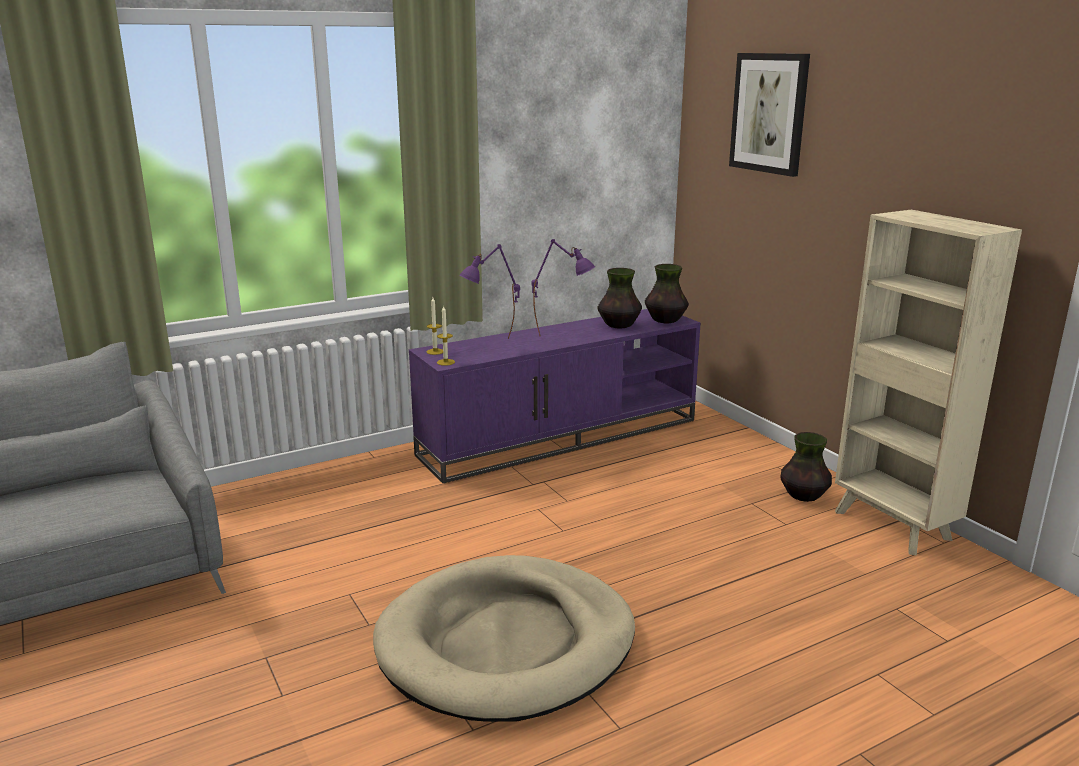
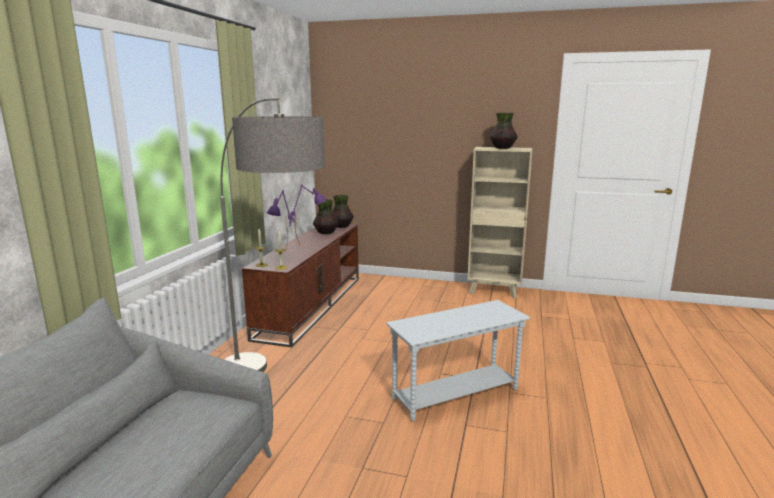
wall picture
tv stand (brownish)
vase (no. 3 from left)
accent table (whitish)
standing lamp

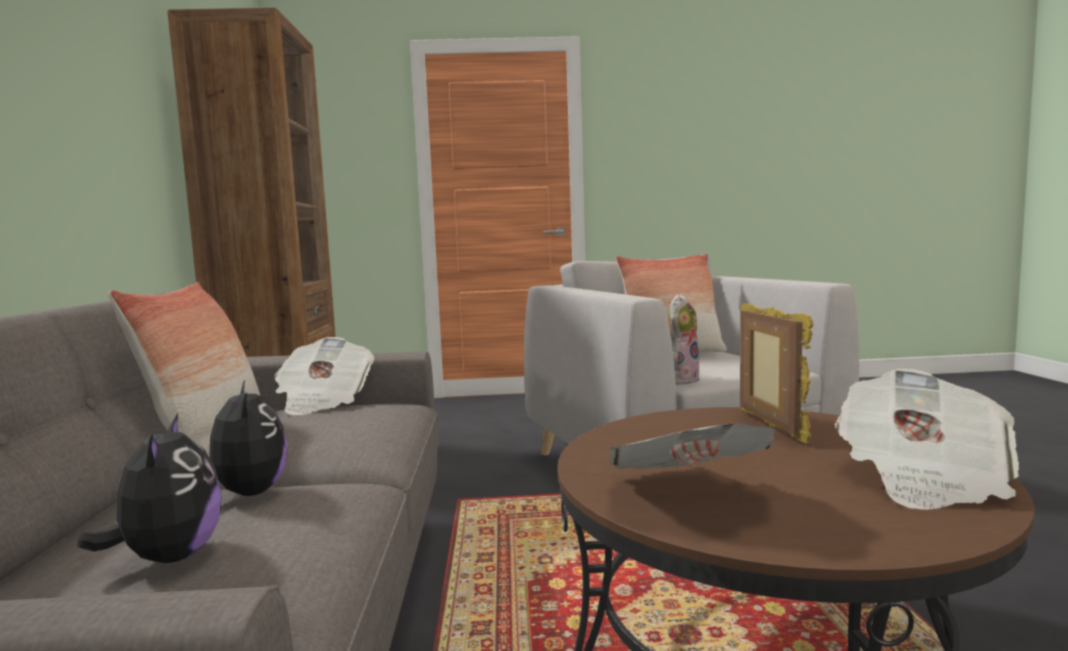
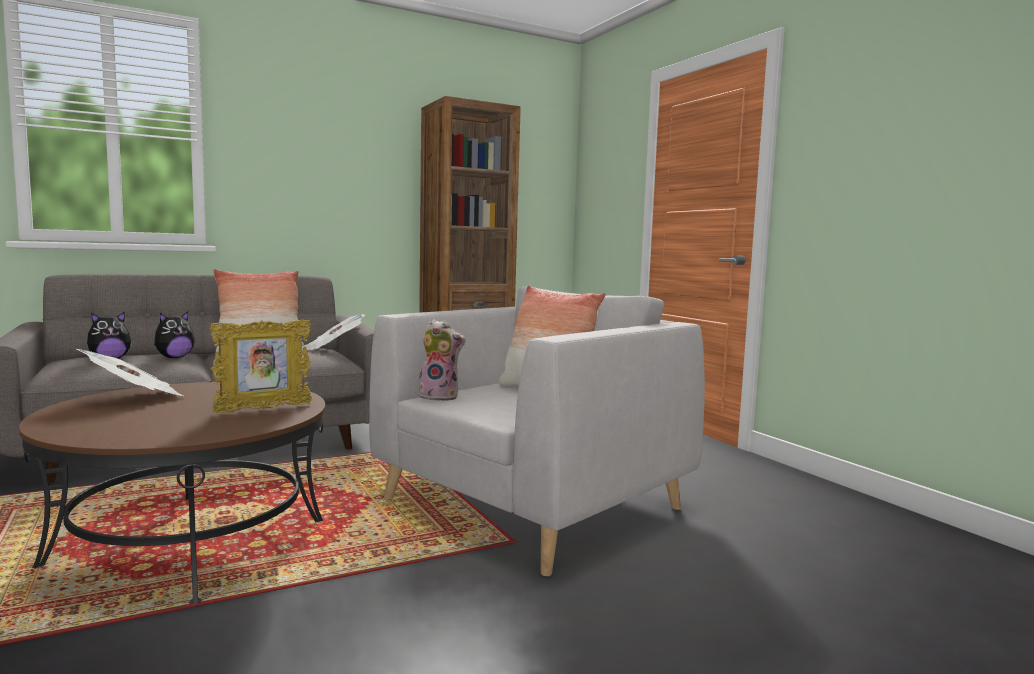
printed paper (no. 3 from left in the first image)

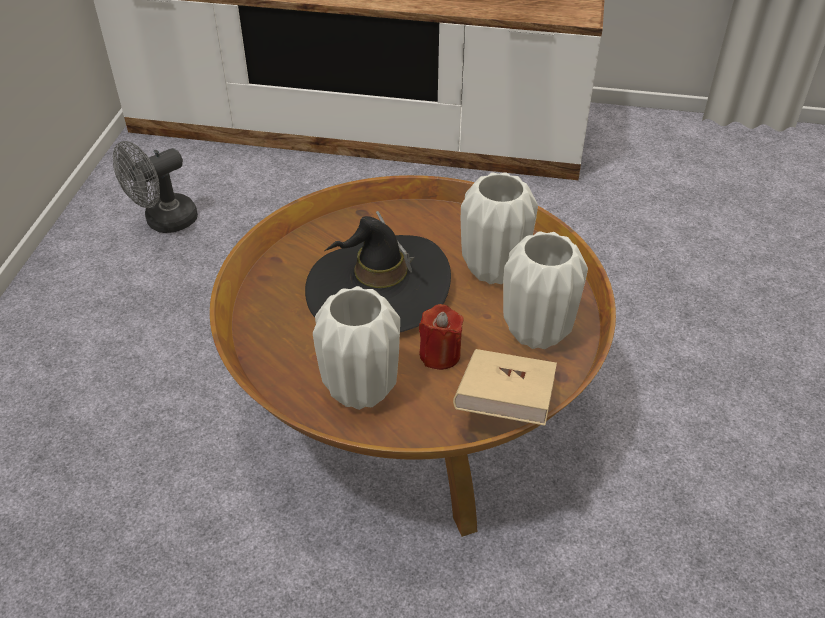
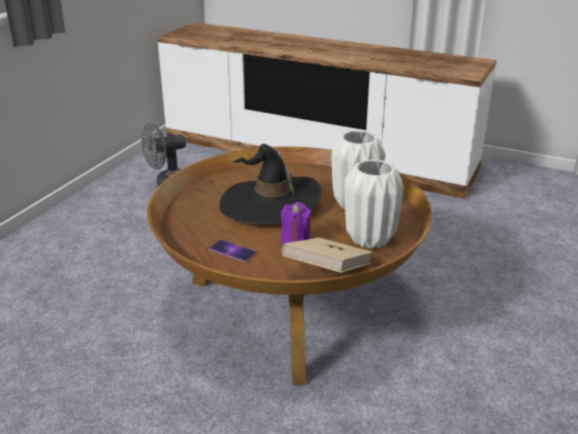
handset
candle (purple-coloured)

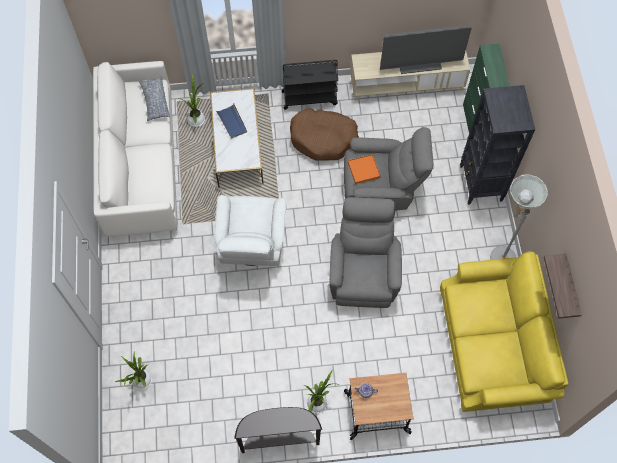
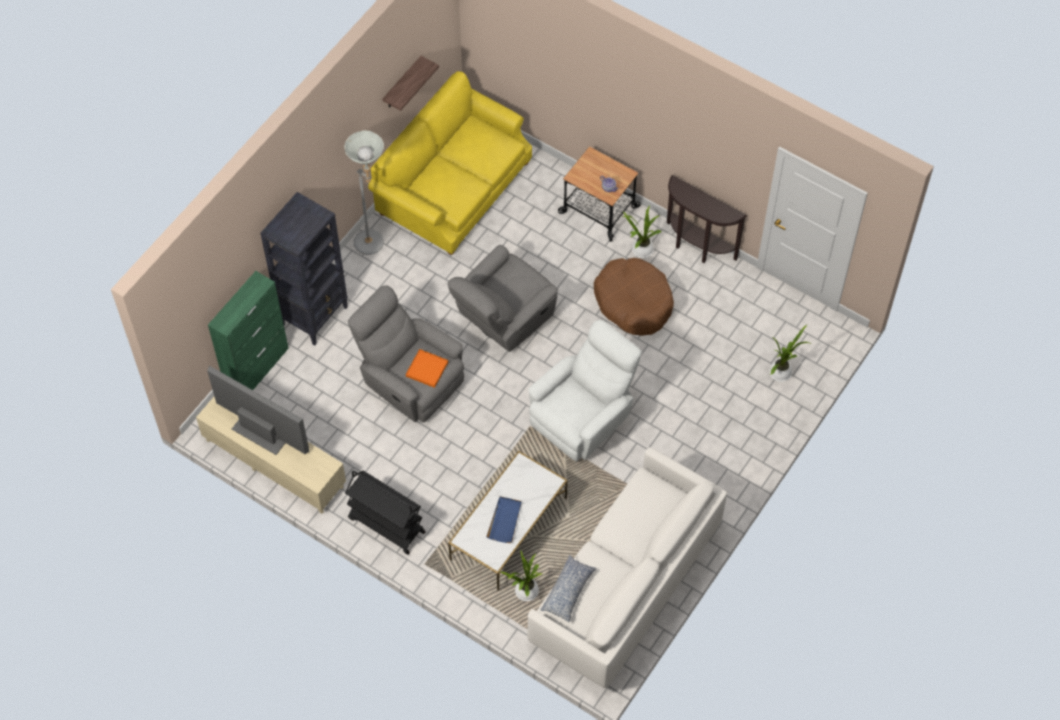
dog bed (brownish)

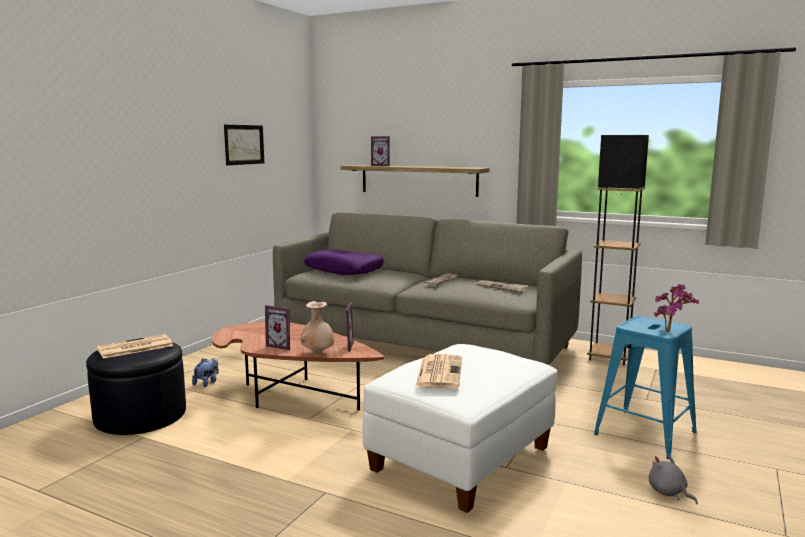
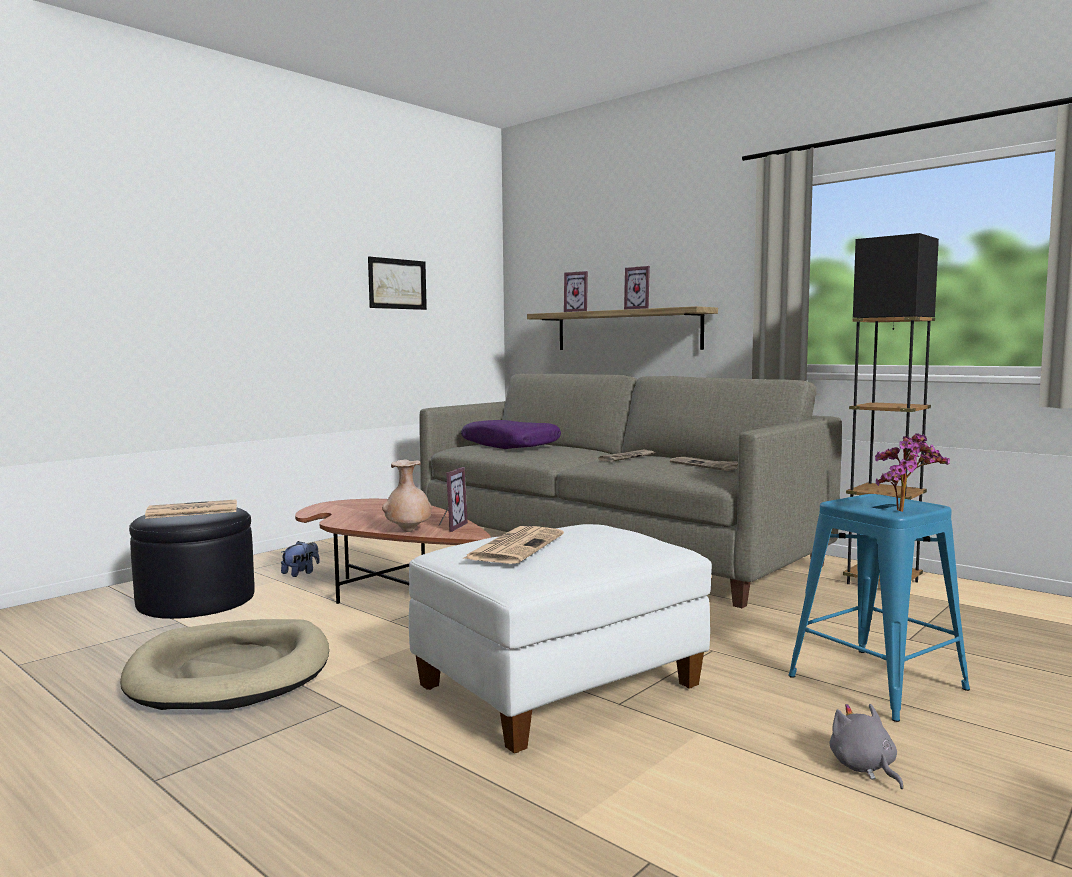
picture frame (no. 3 from left)
dog bed (beige-coloured)

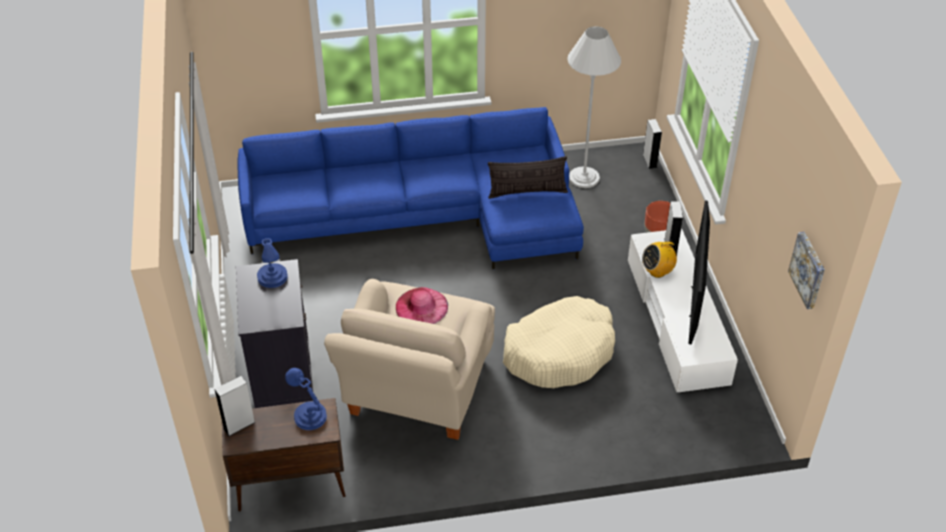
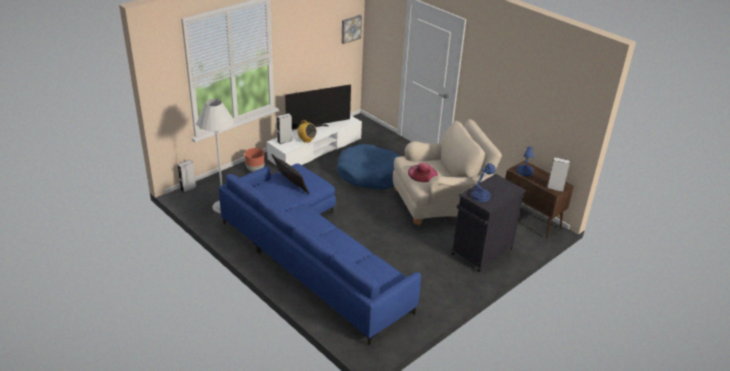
dog bed (blue-coloured)

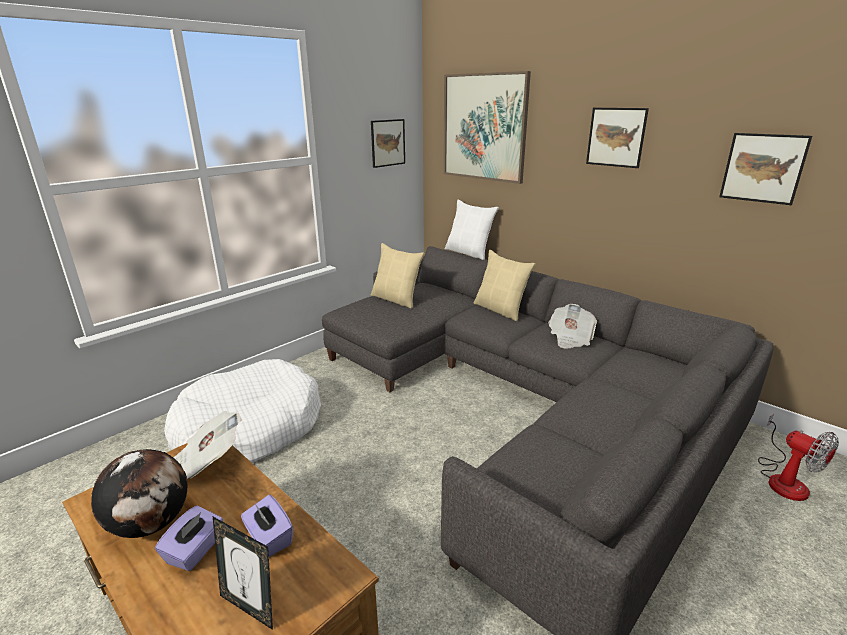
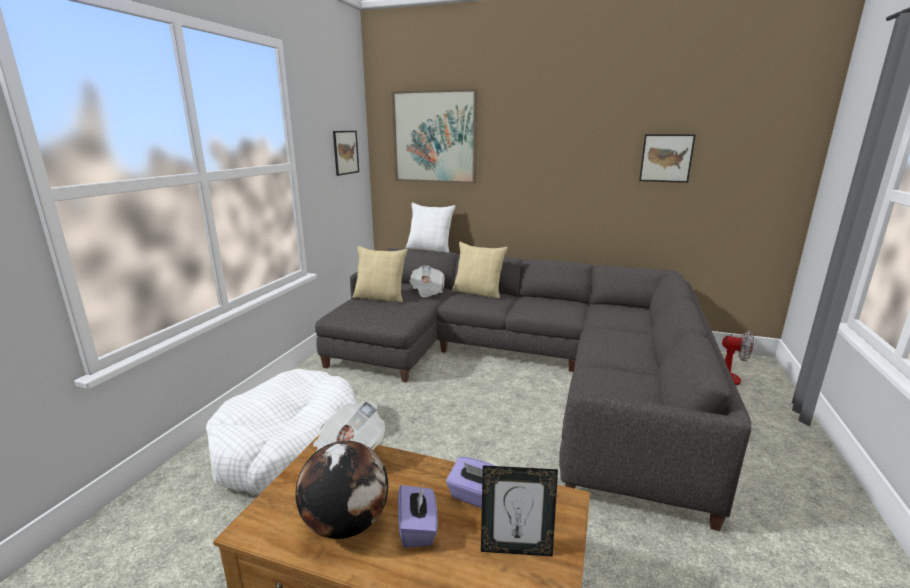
wall picture (no. 3 from left in the first image)
printed paper (no. 2 from left)

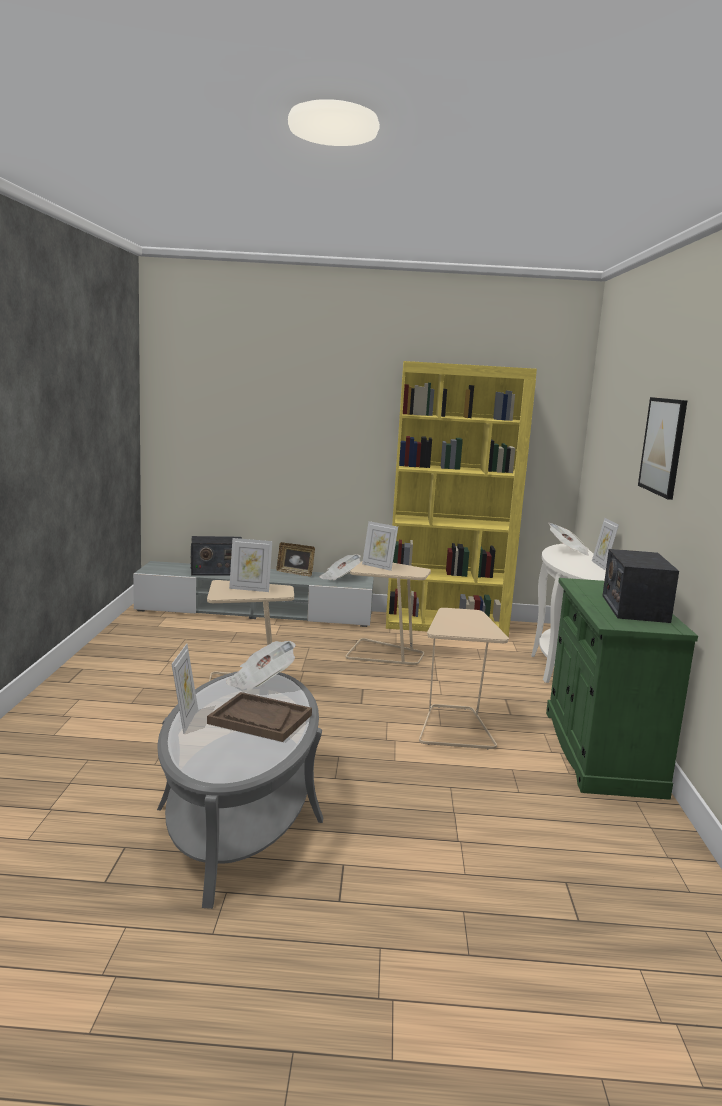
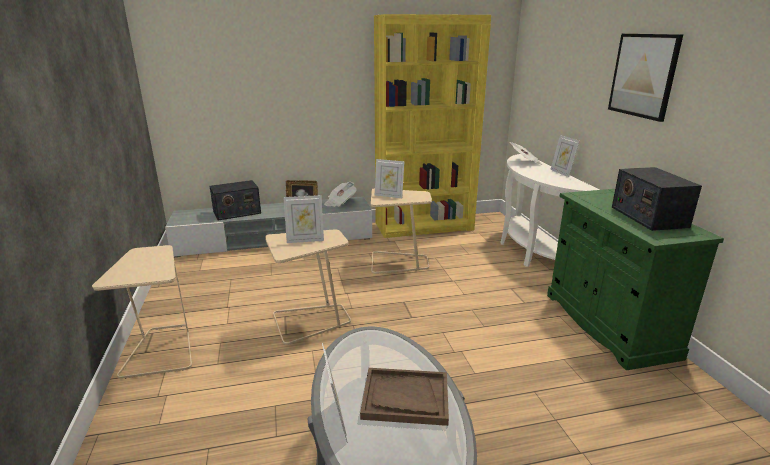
accent table (beige-coloured) (no. 1 from left)
printed paper (no. 1 from left in the first image)

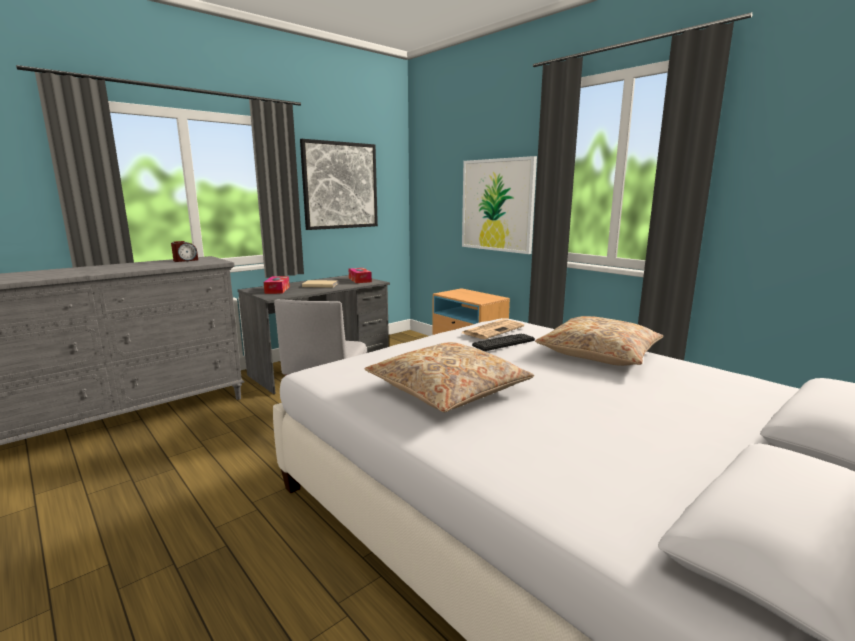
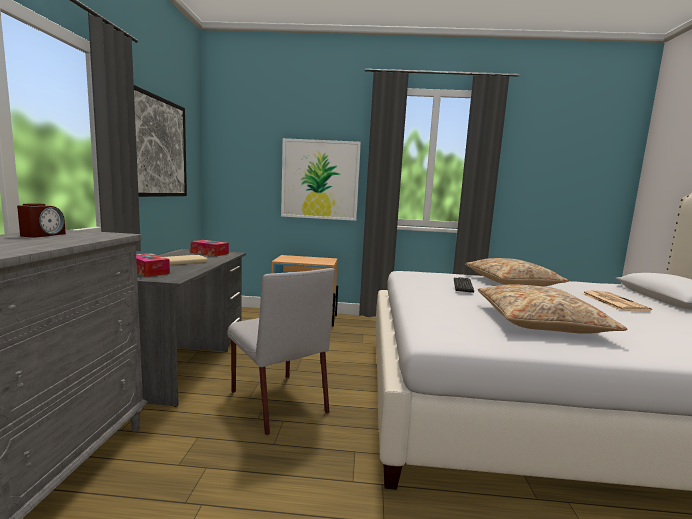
printed paper

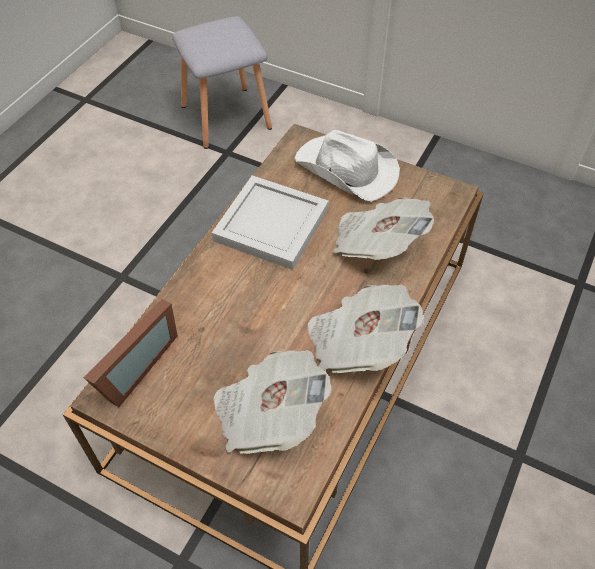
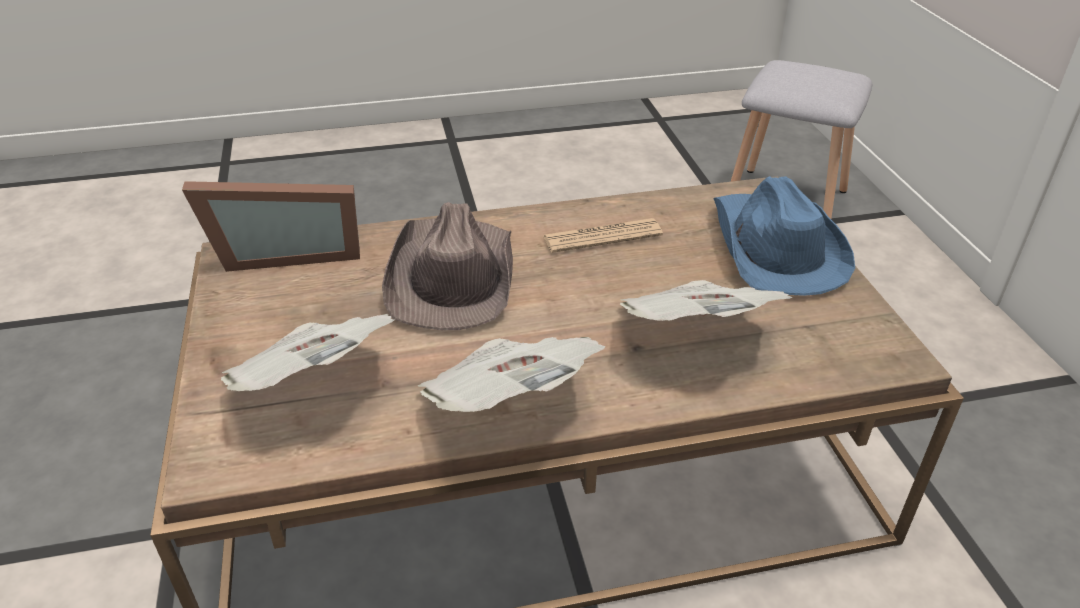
hat (blue-coloured)
printed paper (no. 3 from left)
hat (brownish)

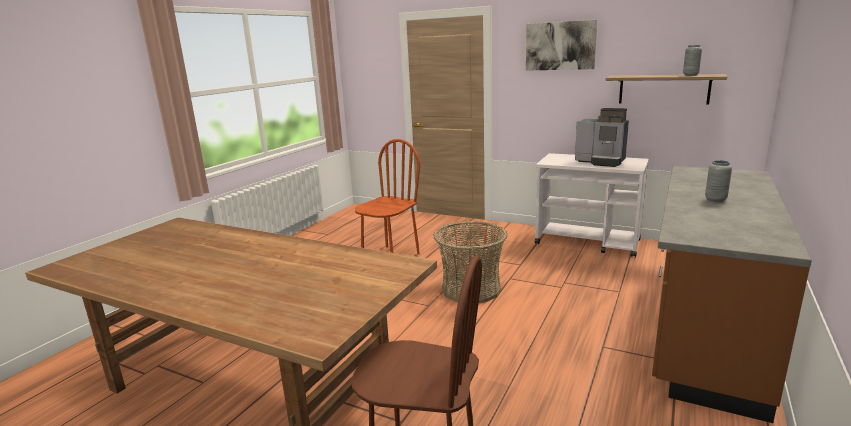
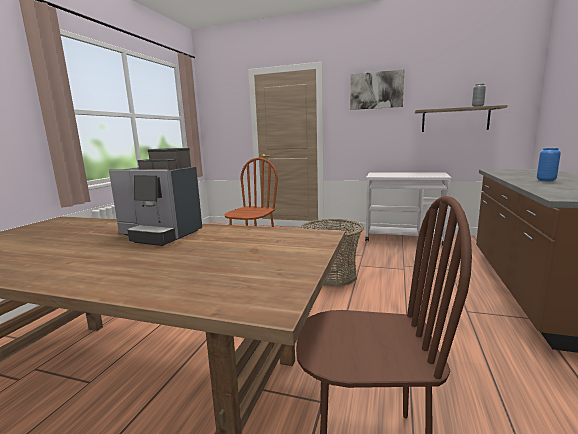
coffee brewer
vase (blue-coloured)

